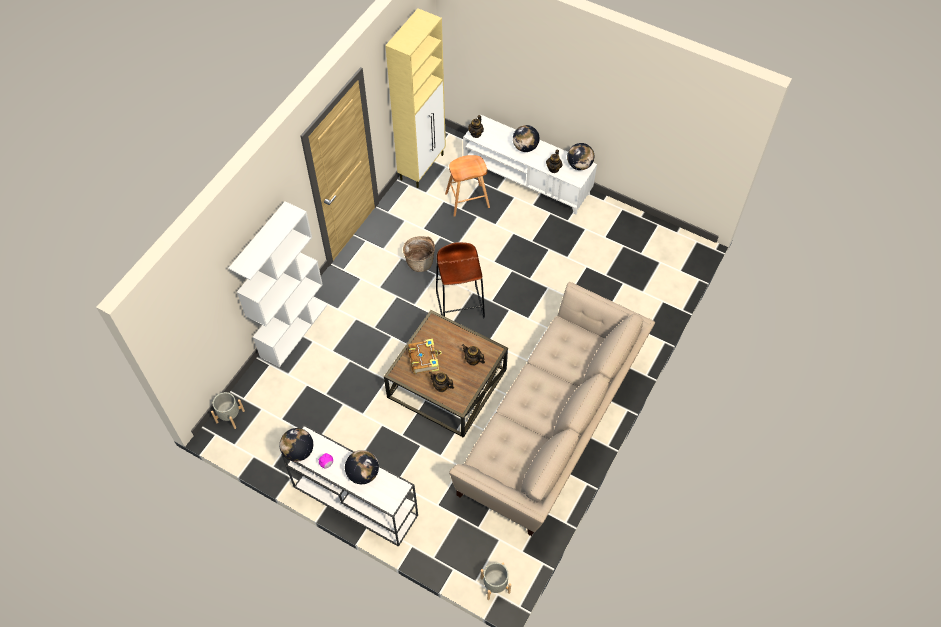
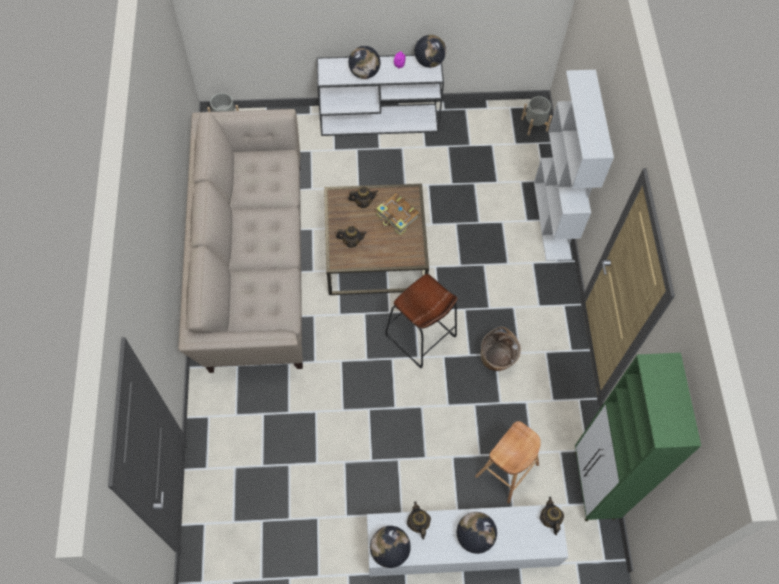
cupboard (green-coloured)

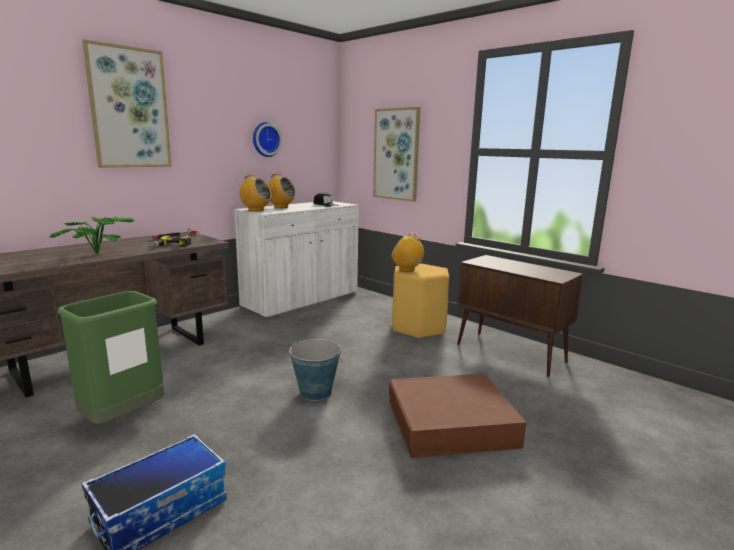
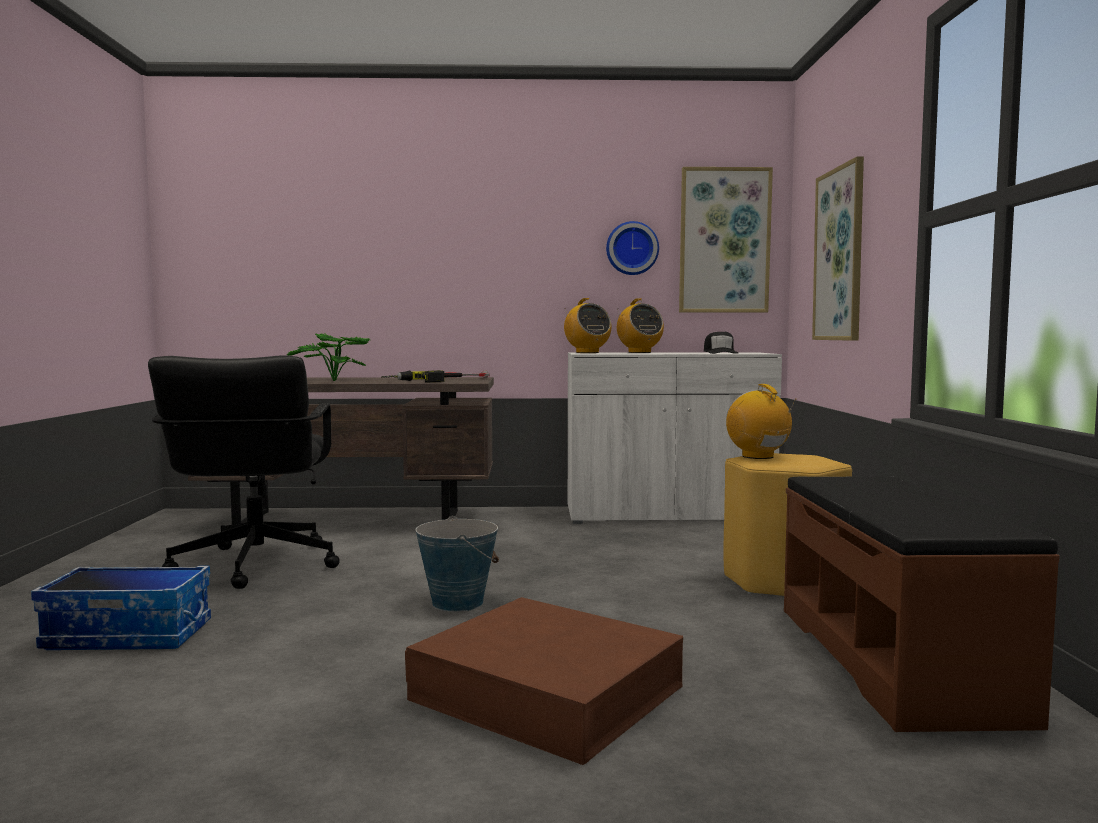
wall picture (no. 1 from left)
indoor bench (brownish)
desk chair (blackish)

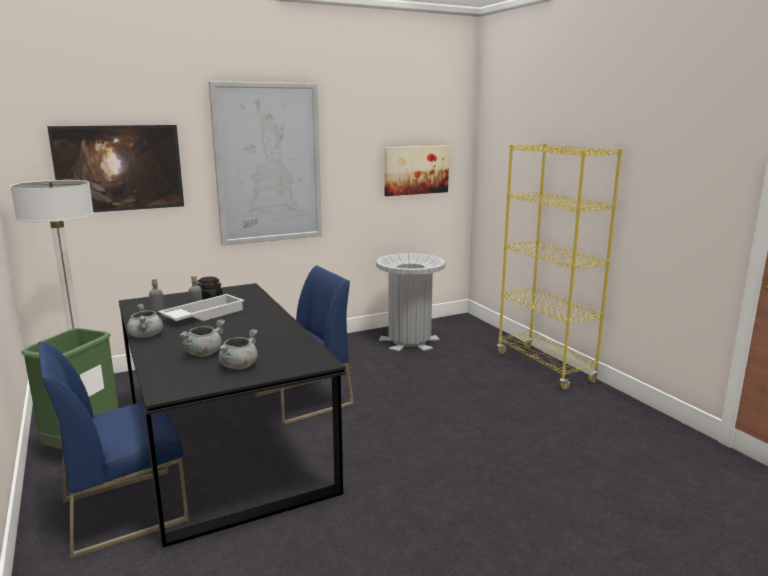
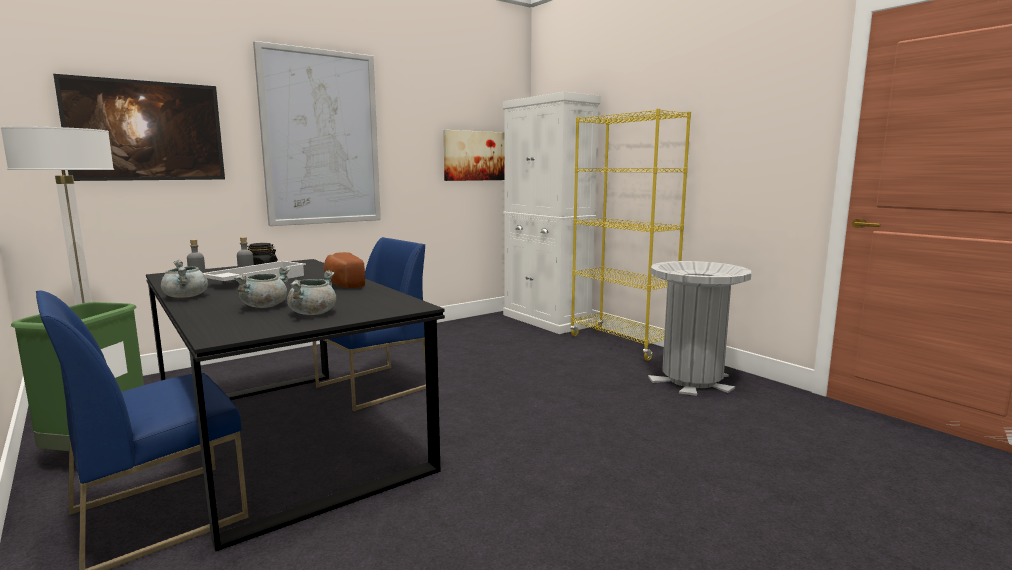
waste bin (gray)
cupboard (whitish)
baked bread

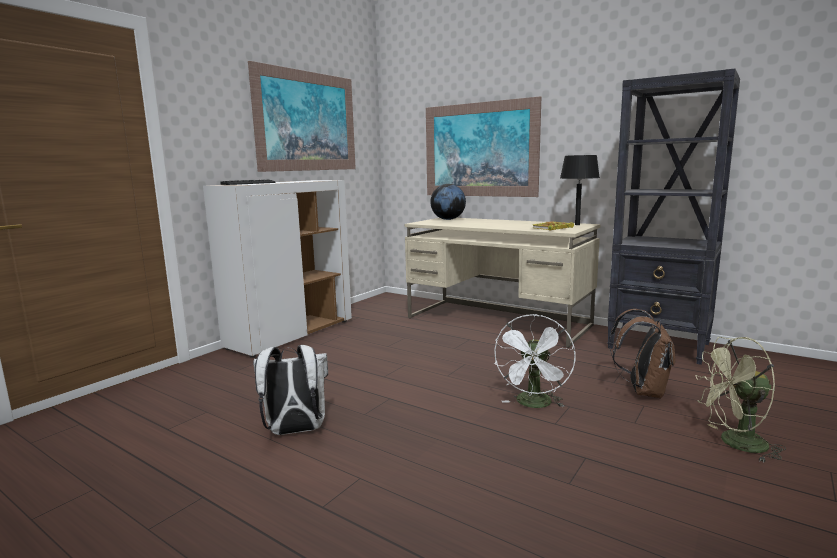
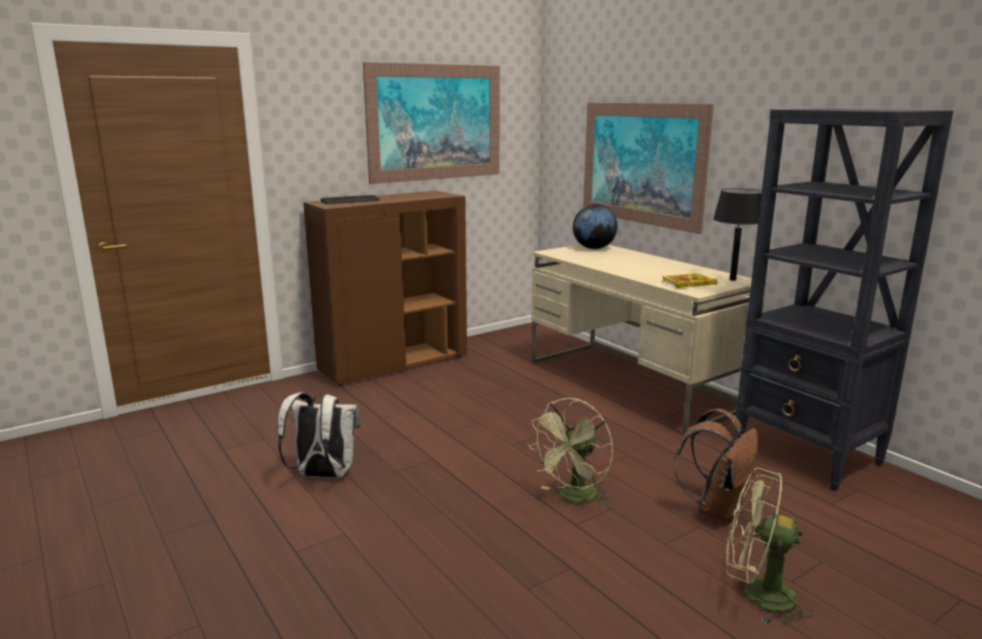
cupboard (brownish)
fan (green-coloured) (no. 1 from left)

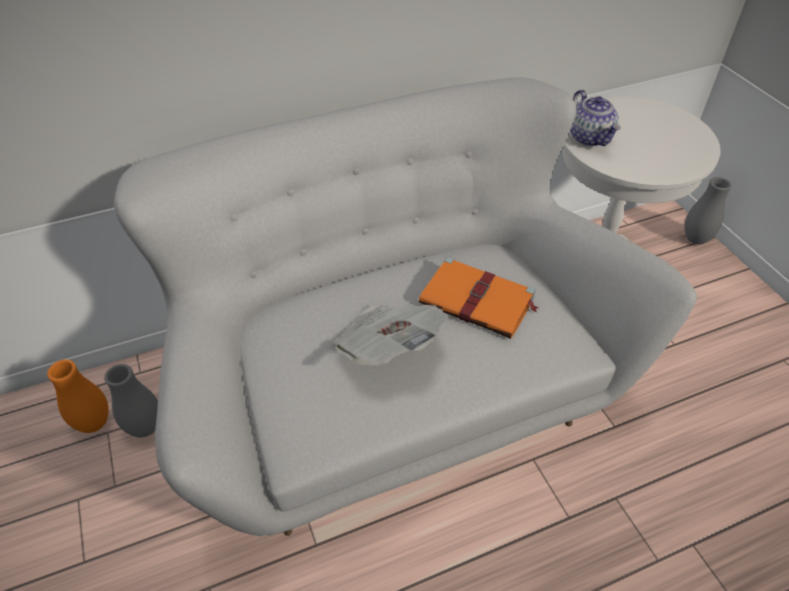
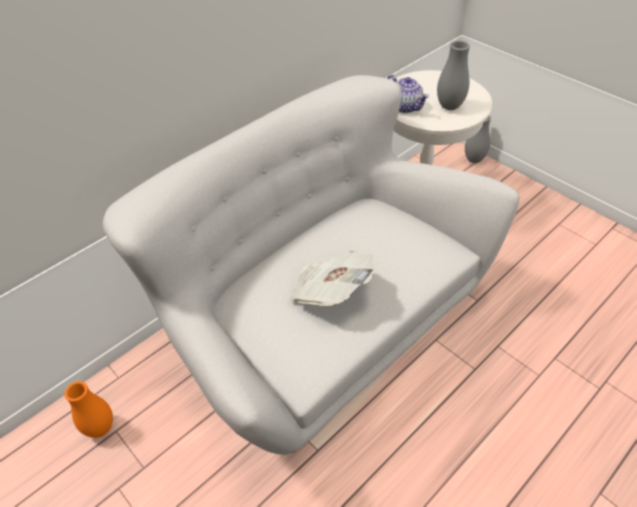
book (orange-coloured)
vase (gray) (no. 1 from left)

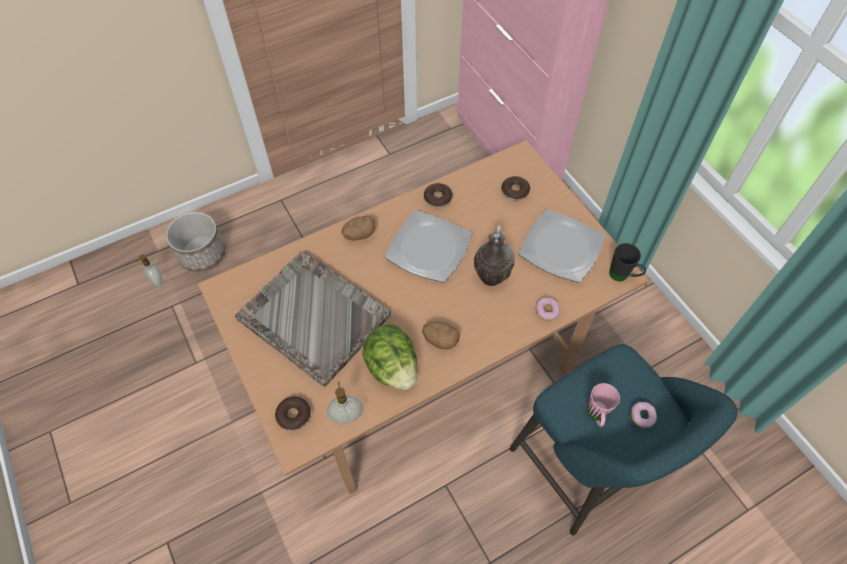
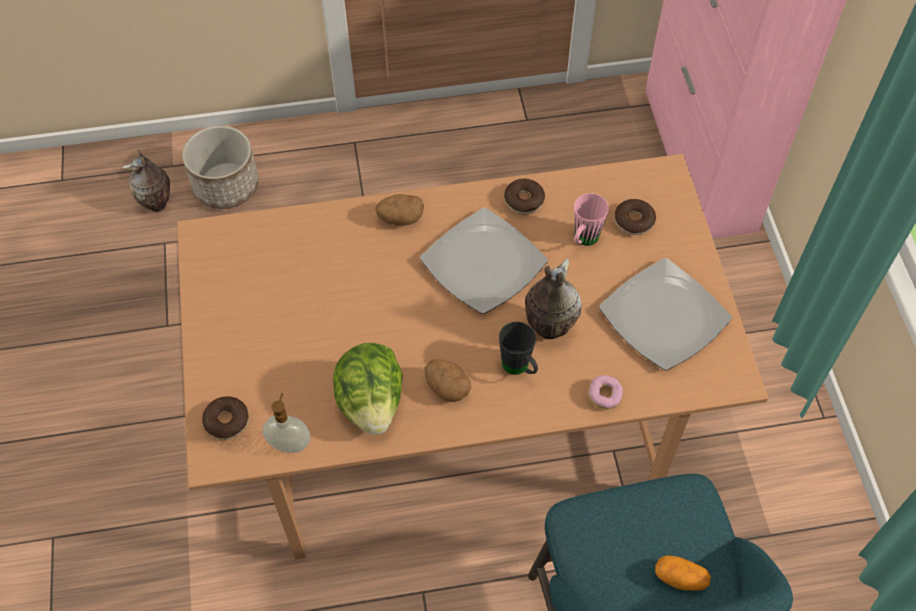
mug (blackish)
tray (gray)
vase (no. 1 from left)
mug (pink)
potato (no. 3 from left)

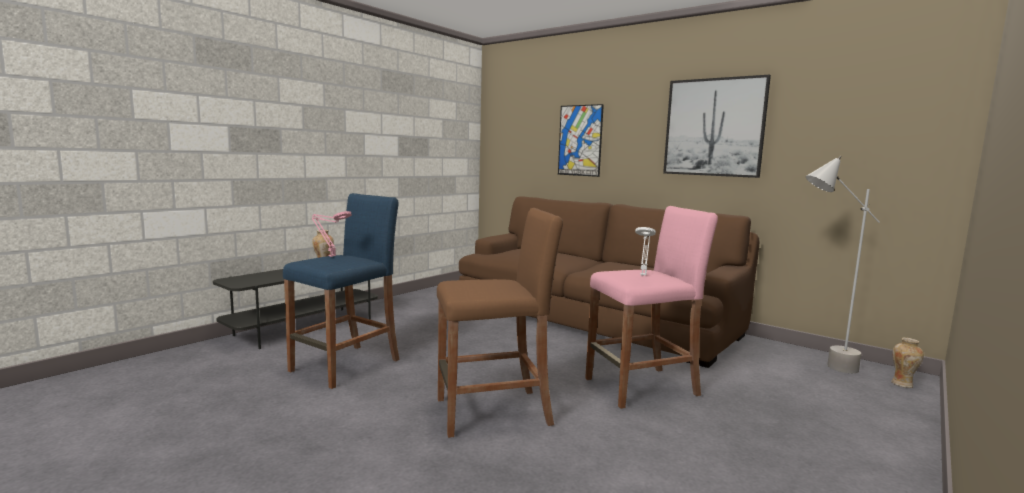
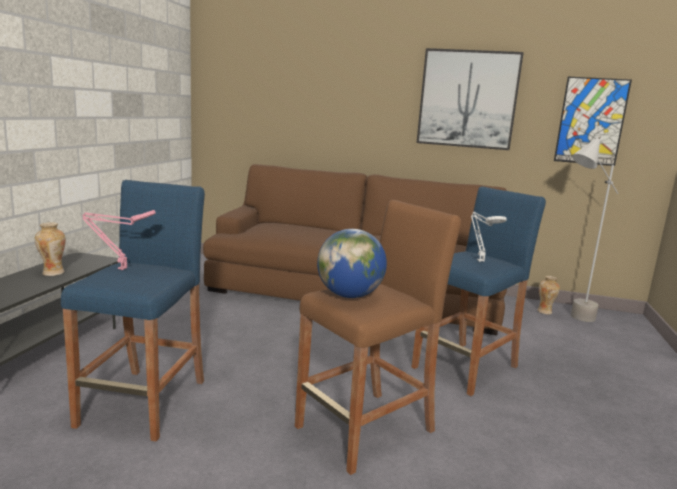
wall picture (no. 2 from left)
sitting stool (blue-coloured) (no. 2 from left)
vase (no. 2 from left)
globe

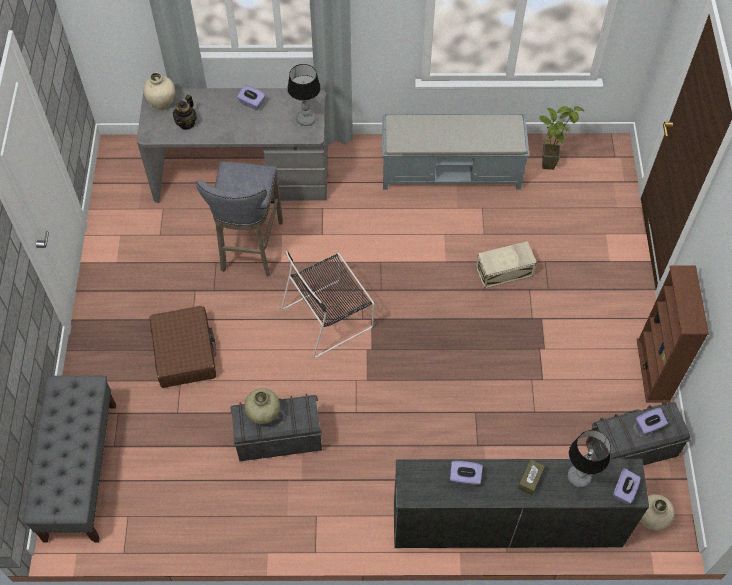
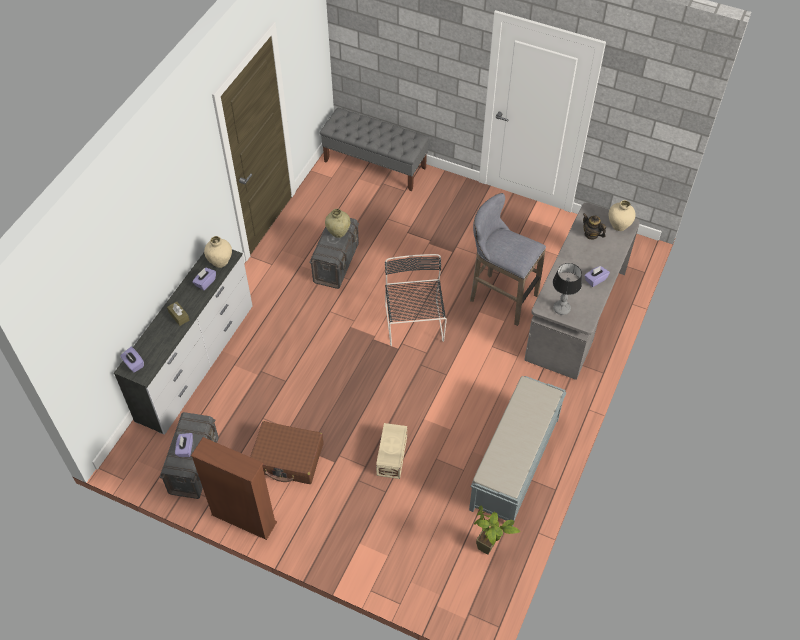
suitcase (brownish)
table lamp (no. 2 from left in the first image)
vase (beige-coloured) (no. 1 from left)

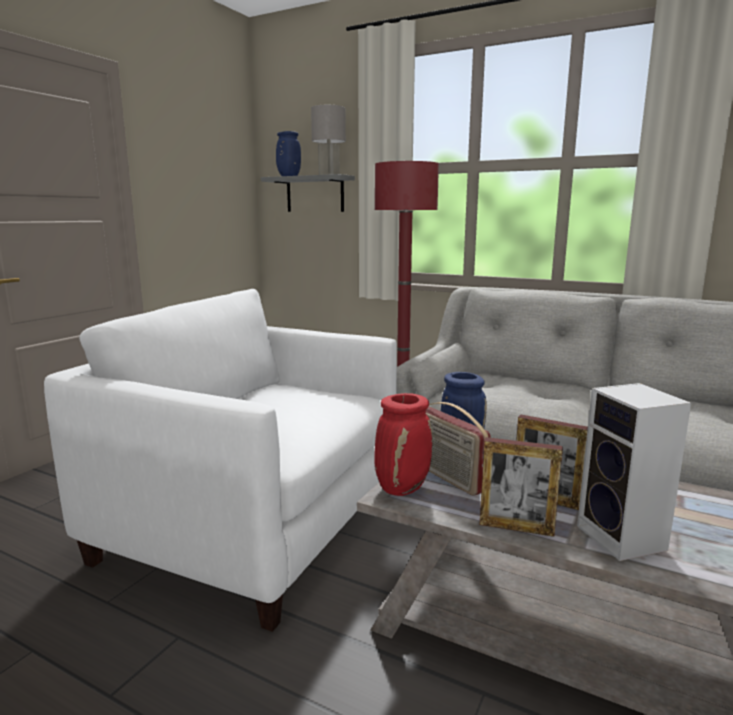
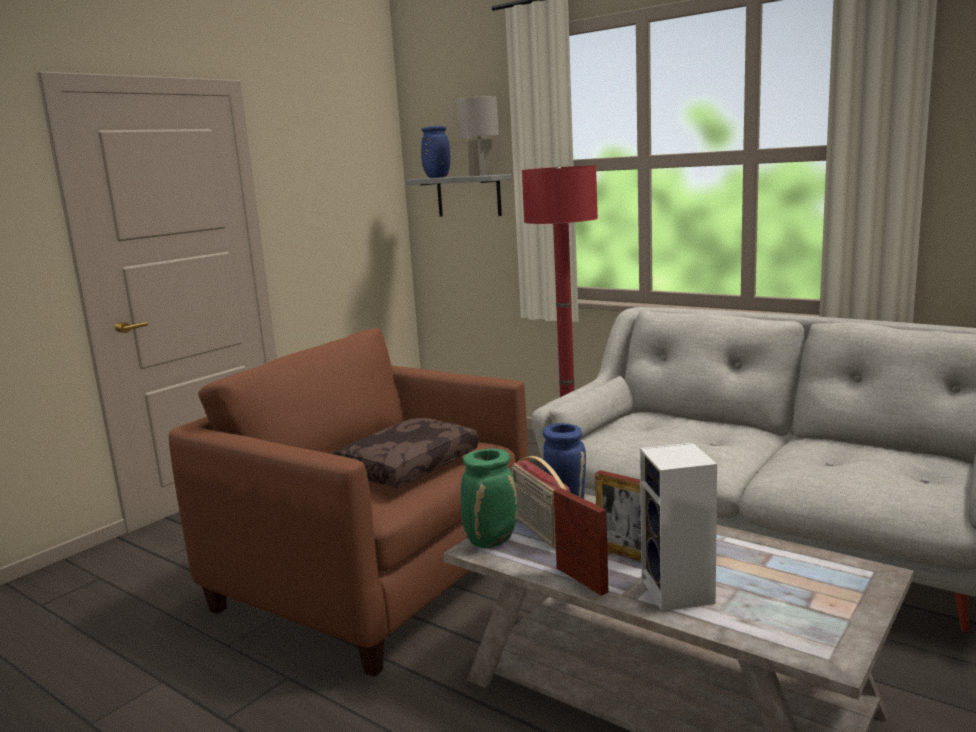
easy chair (brownish)
vase (green-coloured)
picture frame (no. 1 from left)
pillow (brownish)

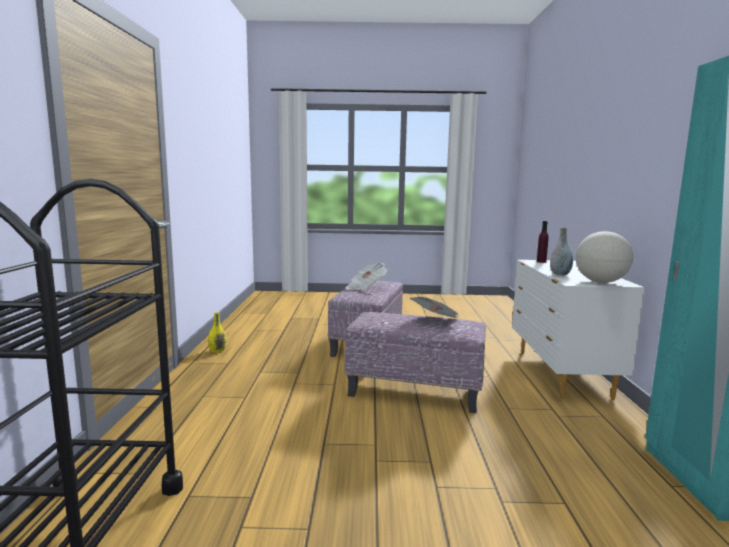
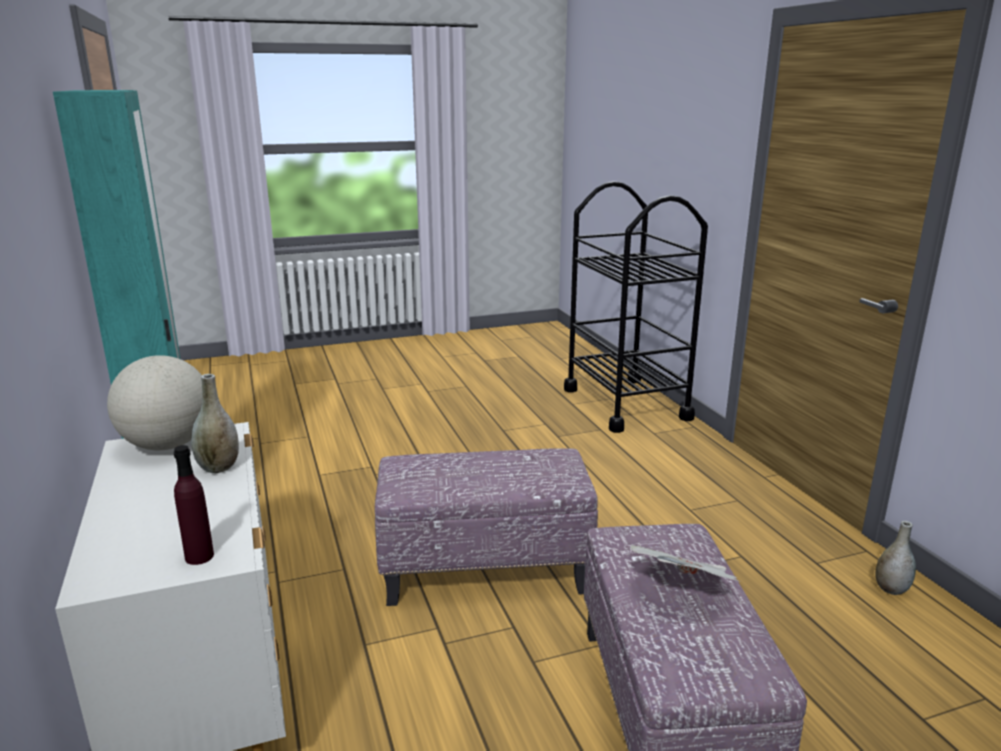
printed paper (no. 2 from left in the first image)
vase (gray) (no. 2 from left)

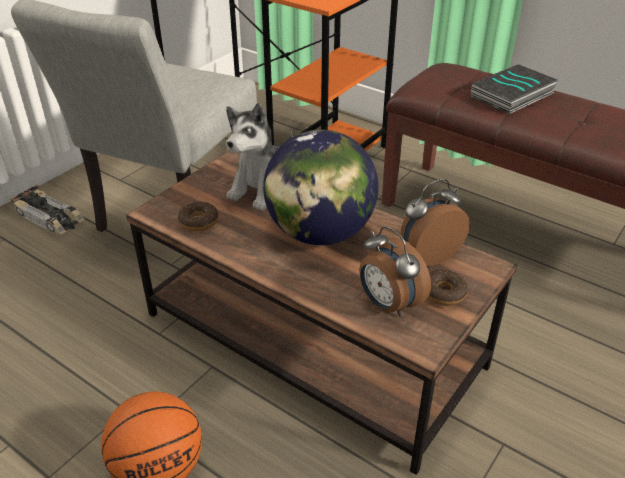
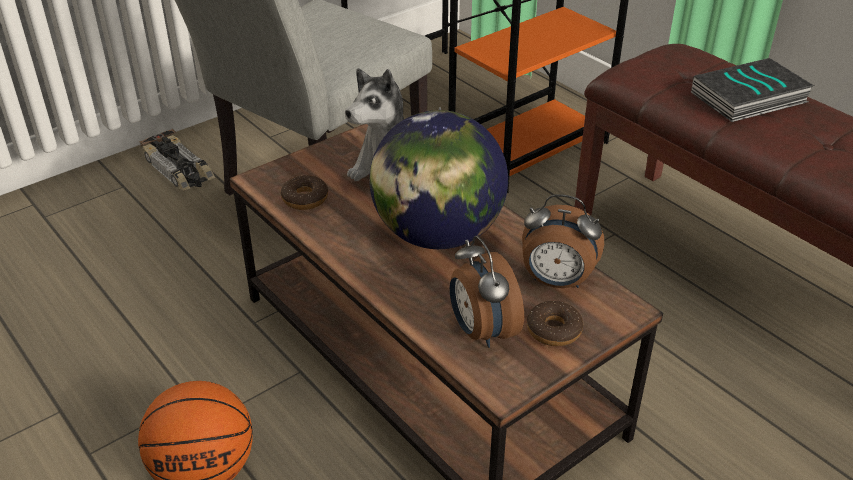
table clock (no. 2 from left)

